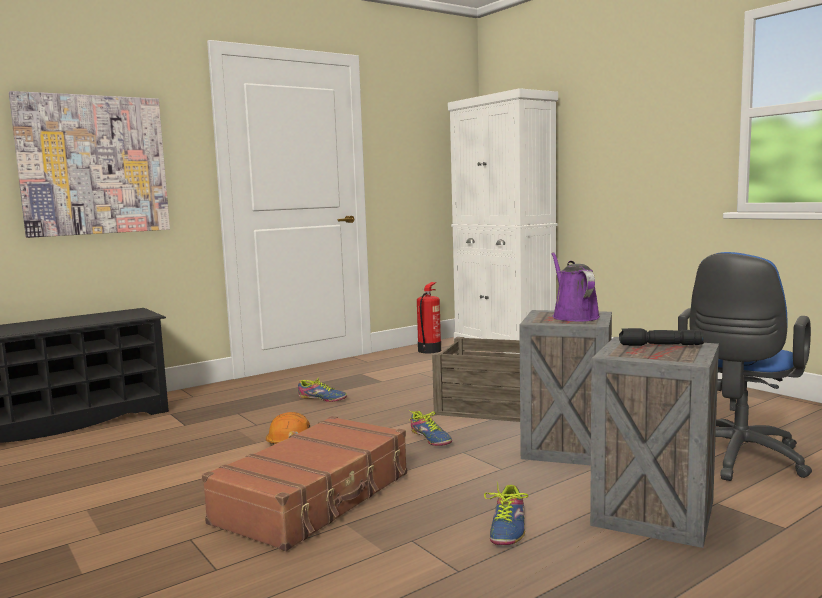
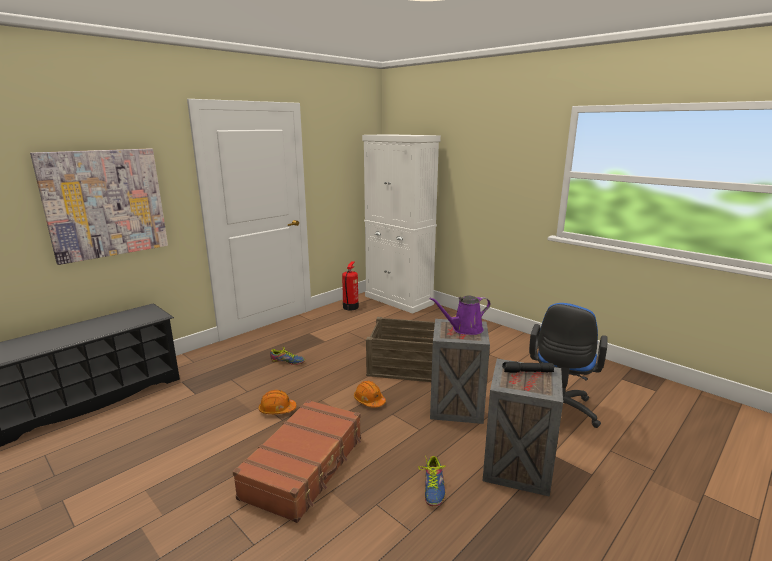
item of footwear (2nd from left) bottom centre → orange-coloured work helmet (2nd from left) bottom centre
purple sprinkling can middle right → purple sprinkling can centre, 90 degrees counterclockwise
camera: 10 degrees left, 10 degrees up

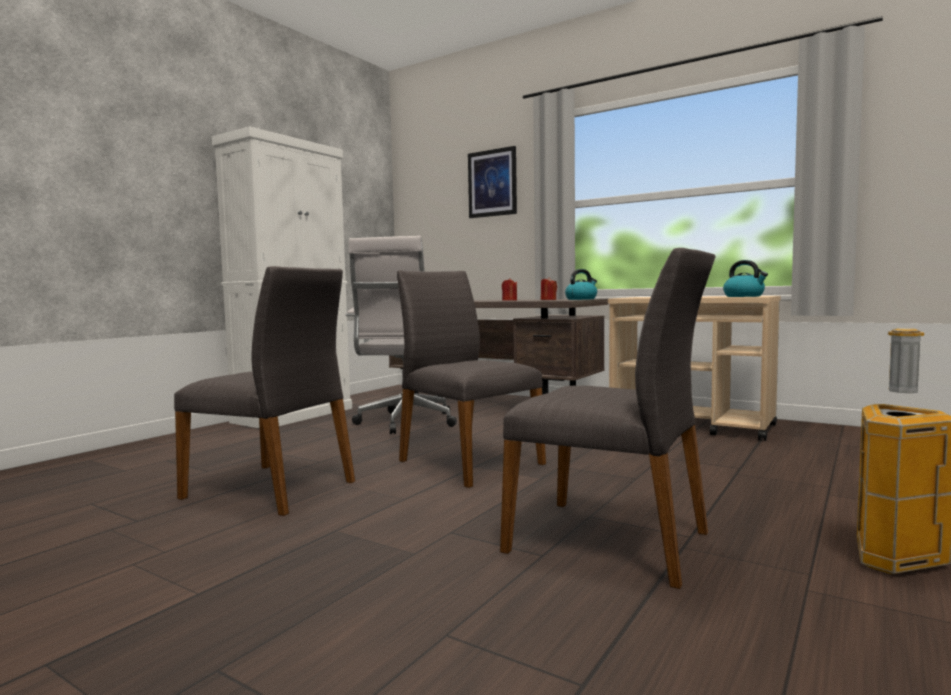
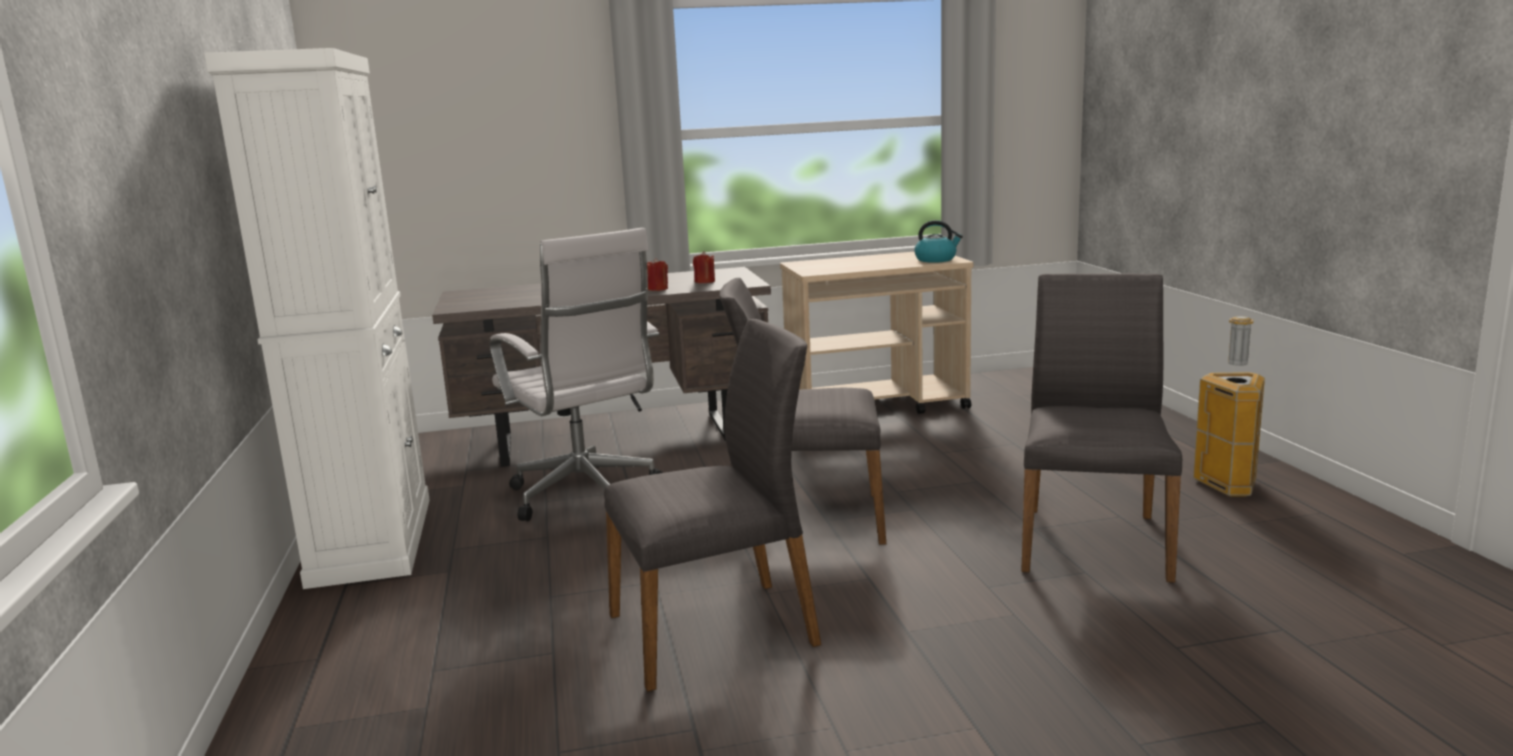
wall art top centre → -
tea kettle (1st from left) centre → -
gray upright chair (3rd from left) centre → gray upright chair (3rd from left) middle right, 60 degrees counterclockwise
camera: 45 degrees left, 10 degrees up

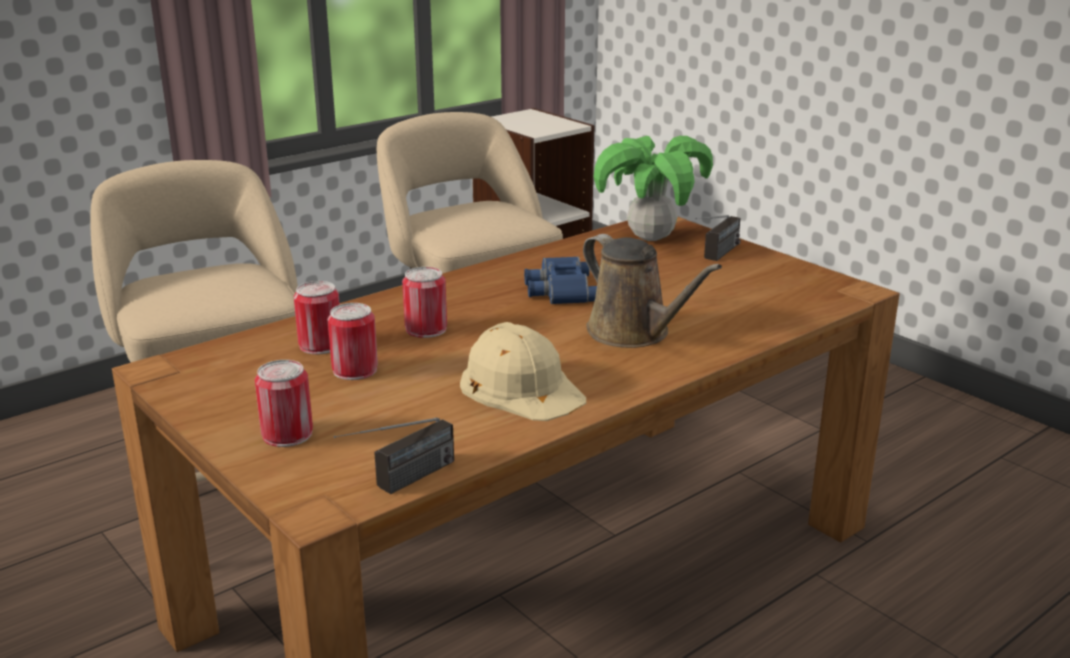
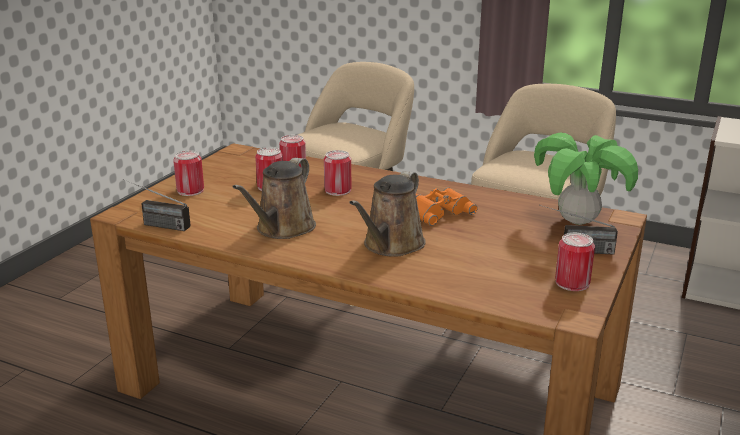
- → sealed can (5th from left) middle right
beige-coloured work helmet centre → brown sprinkling can (1st from left) centre
bluish binoculars centre → orange-coloured binoculars centre
camera: 65 degrees right, 0 degrees up

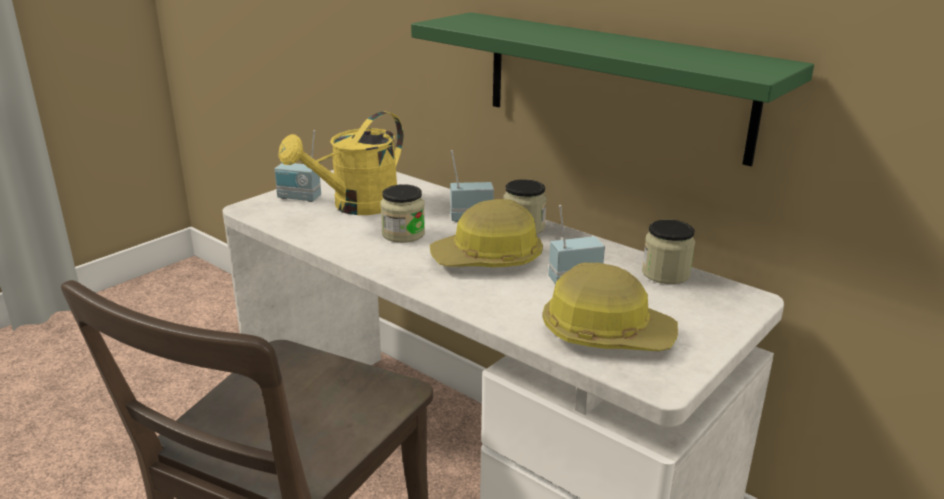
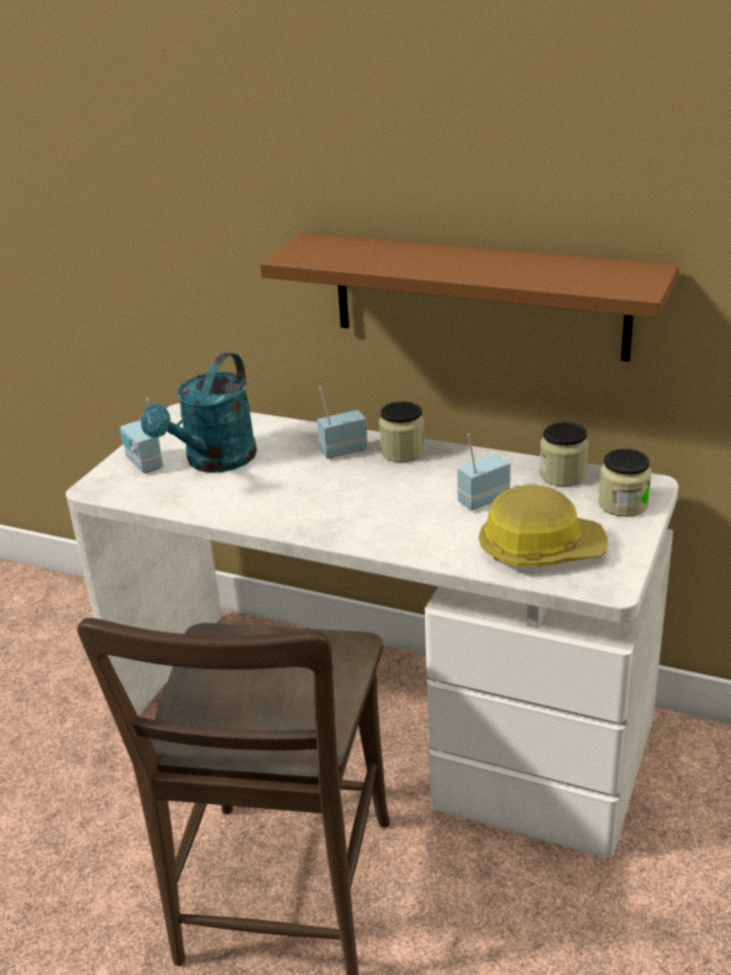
work helmet (1st from left) centre → -
jar (1st from left in the first image) centre → jar (3rd from left) middle right, move
yellowish sprinkling can top centre → turquoise-coloured sprinkling can middle left
green-coloured wall shelf top centre → brown wall shelf top centre
radio receiver (1st from left) top left → radio receiver (1st from left) middle left, 60 degrees clockwise
camera: 15 degrees left, 5 degrees up

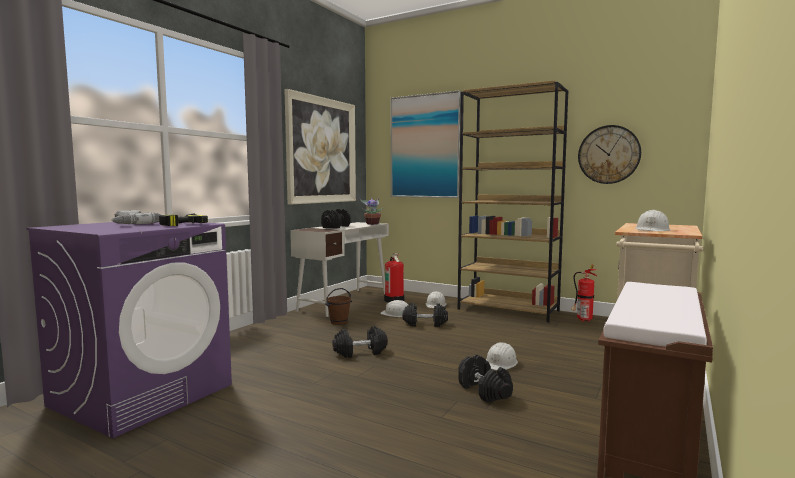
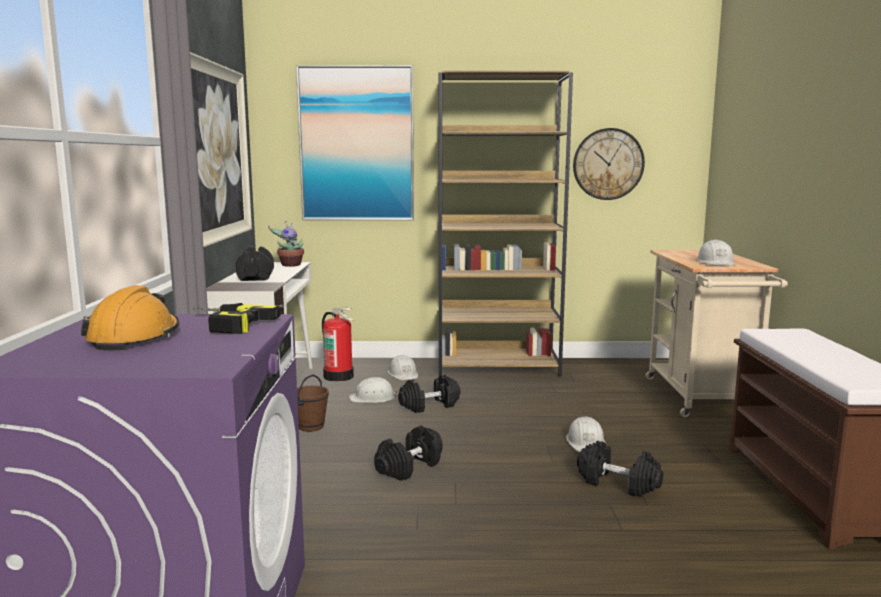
fire-fighting cylinder (2nd from left) middle right → -
drill (1st from left) middle left → orange-coloured work helmet middle left
camera: 30 degrees left, 5 degrees up

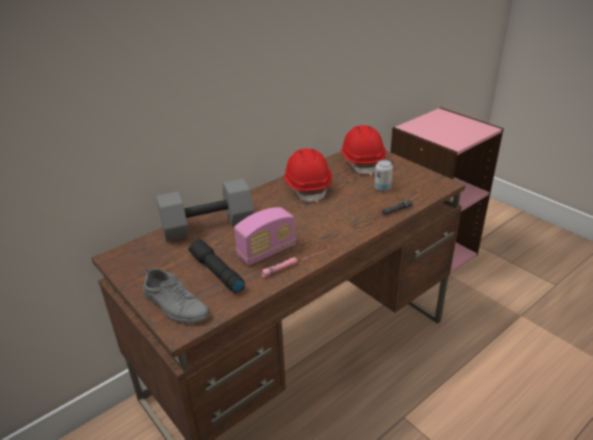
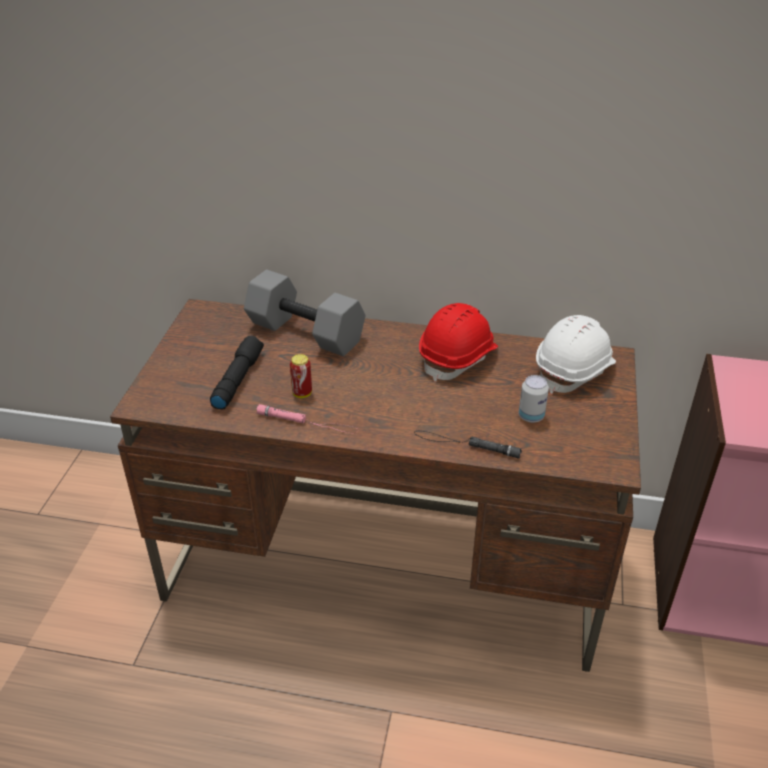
gray item of footwear bottom left → -
radio receiver centre → sealed can (1st from left) centre
reddish work helmet (2nd from left) centre → whitish work helmet middle right
camera: 50 degrees right, 5 degrees up

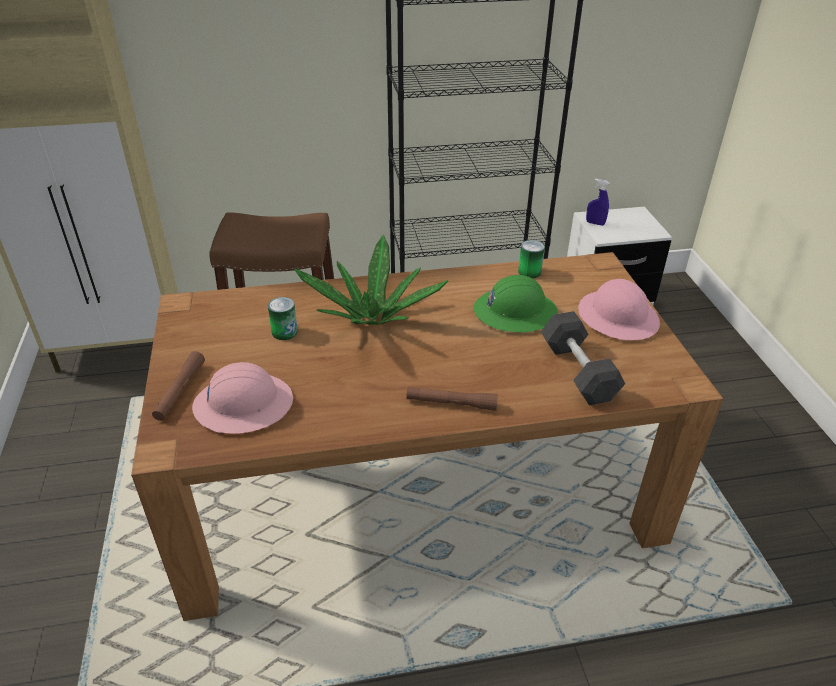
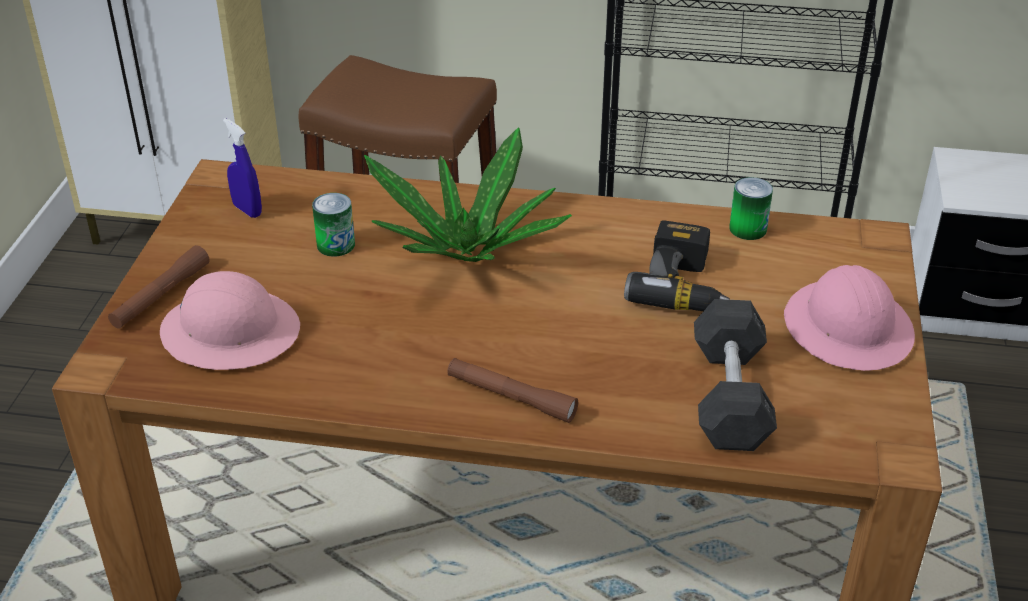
bluish hand sprayer top right → bluish hand sprayer top left, move
green-coloured work helmet centre → drill centre
camera: 20 degrees right, 0 degrees up

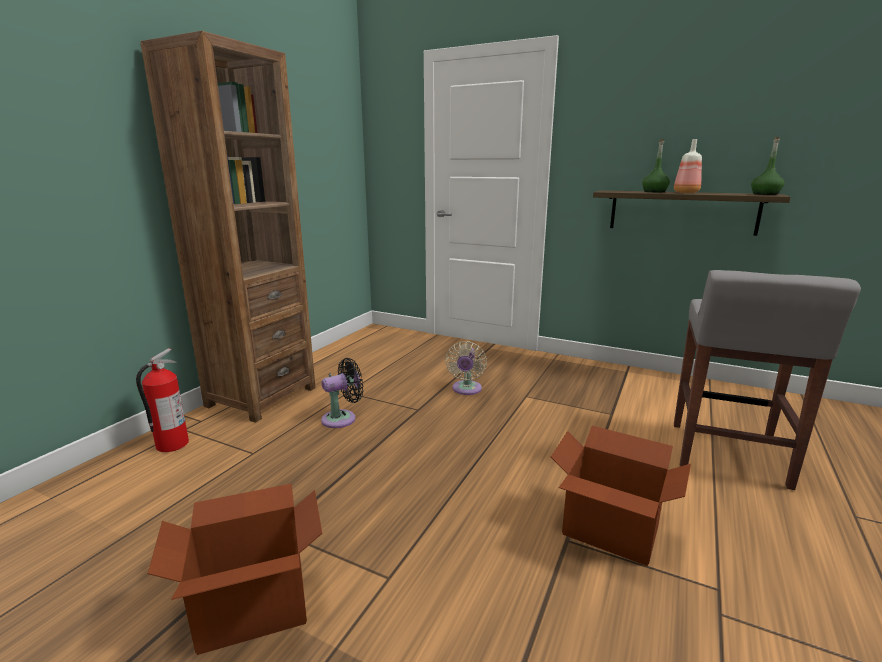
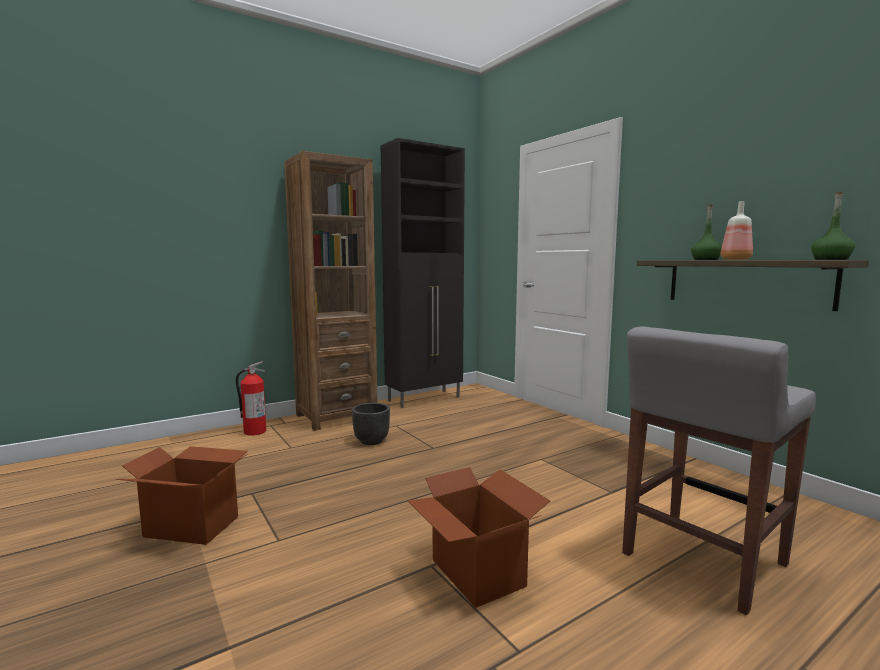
beige-coloured cooling fan centre → -
- → black storage cabinet centre
black cooling fan centre → black plant pot centre
camera: 30 degrees right, 10 degrees down

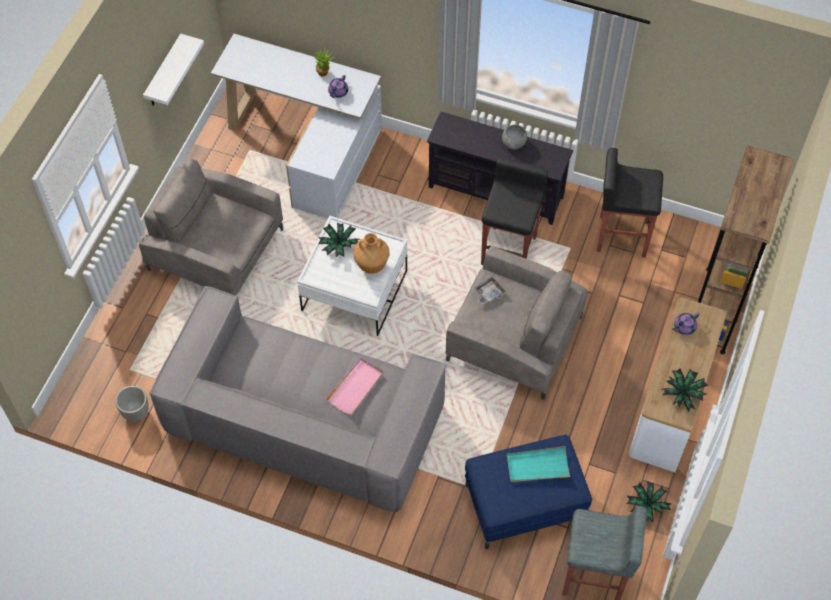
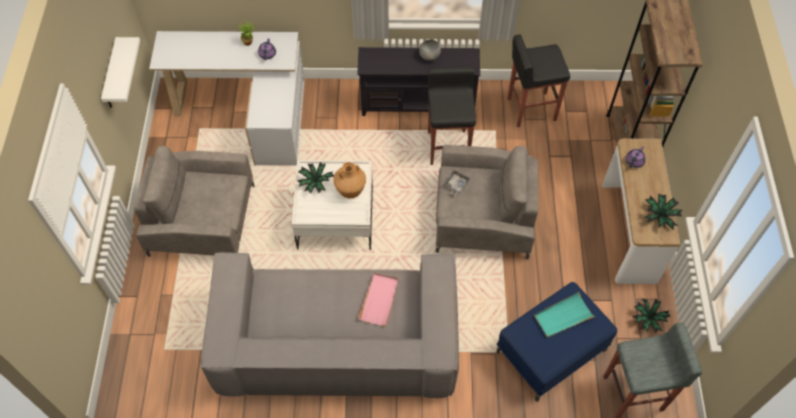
plant pot bottom left → -
camera: 20 degrees left, 0 degrees up

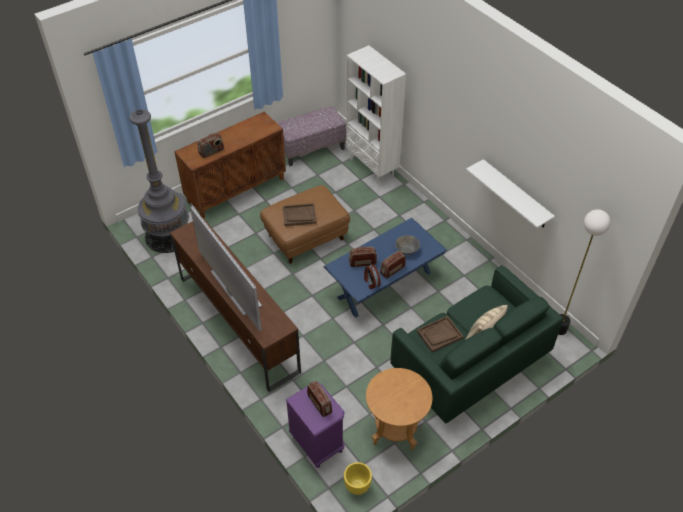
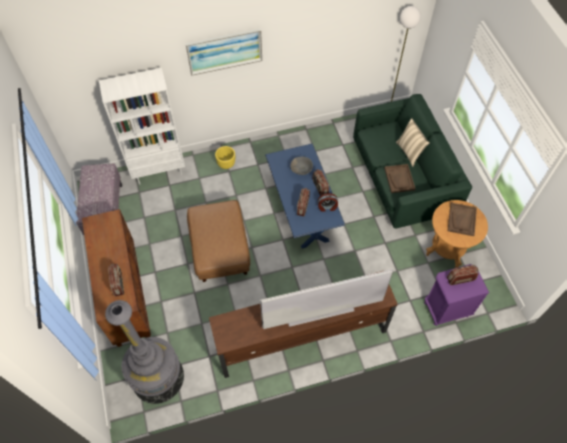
whitish wall shelf middle right → -
- → wall art top centre
brown serving tray (1st from left in the first image) centre → brown serving tray (2nd from left) middle right, move
yellowish plant pot bottom centre → yellowish plant pot centre, move
camera: 70 degrees left, 10 degrees up

